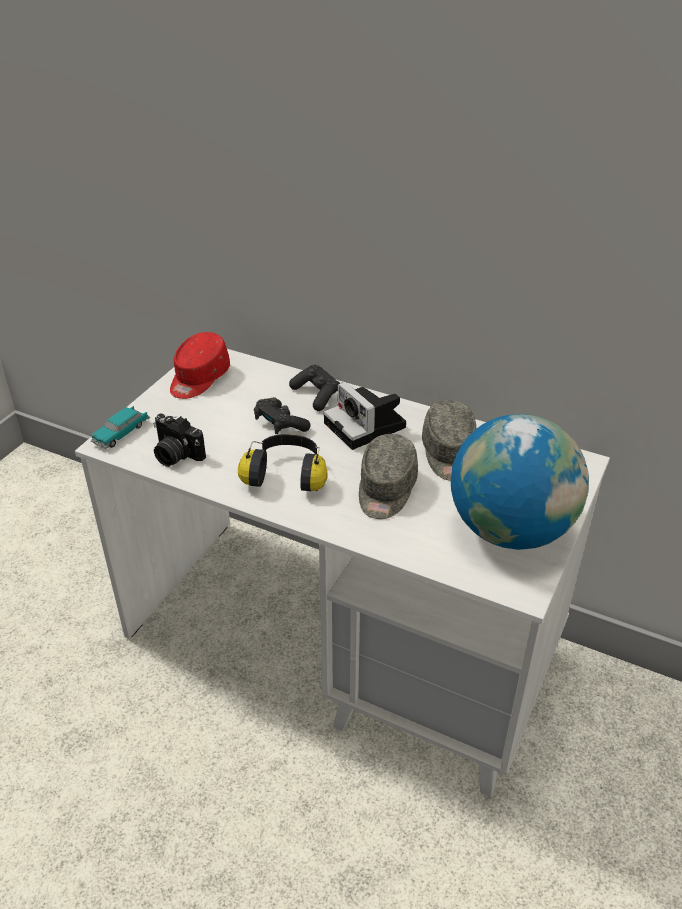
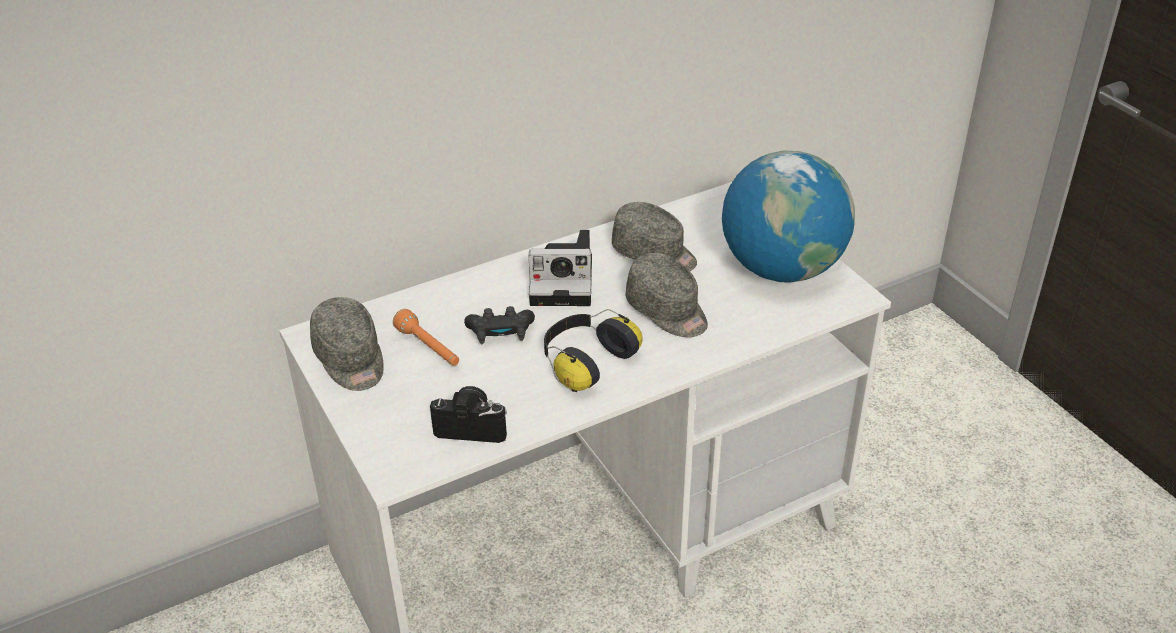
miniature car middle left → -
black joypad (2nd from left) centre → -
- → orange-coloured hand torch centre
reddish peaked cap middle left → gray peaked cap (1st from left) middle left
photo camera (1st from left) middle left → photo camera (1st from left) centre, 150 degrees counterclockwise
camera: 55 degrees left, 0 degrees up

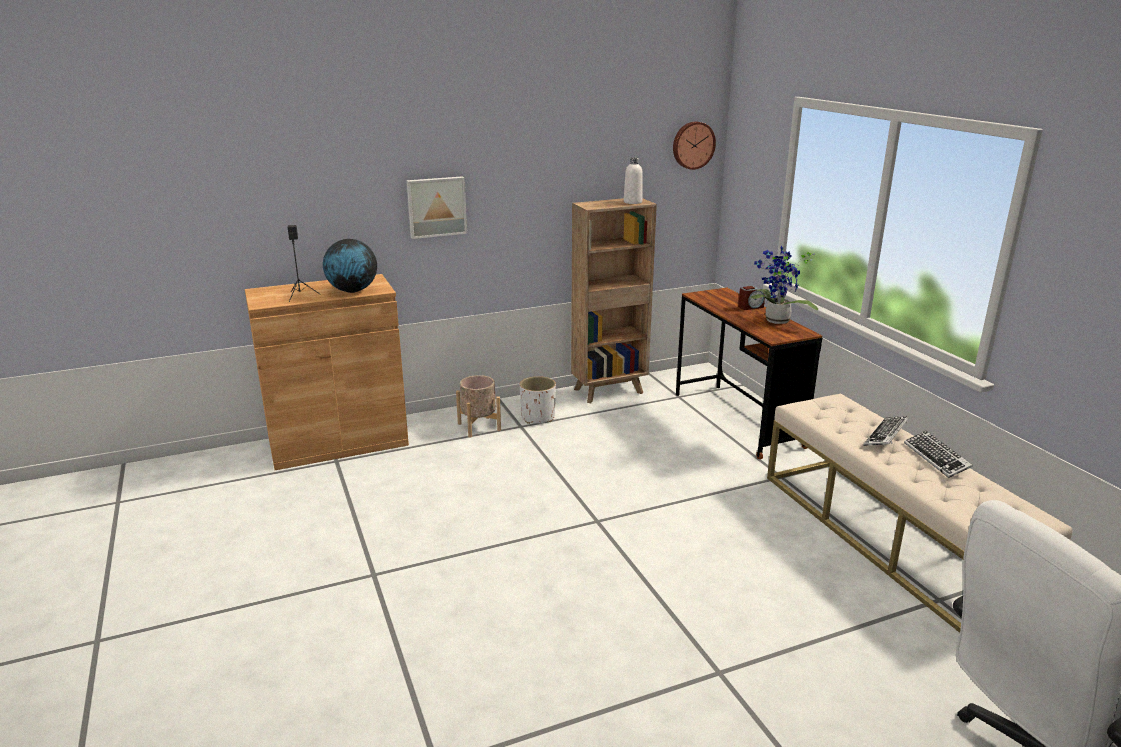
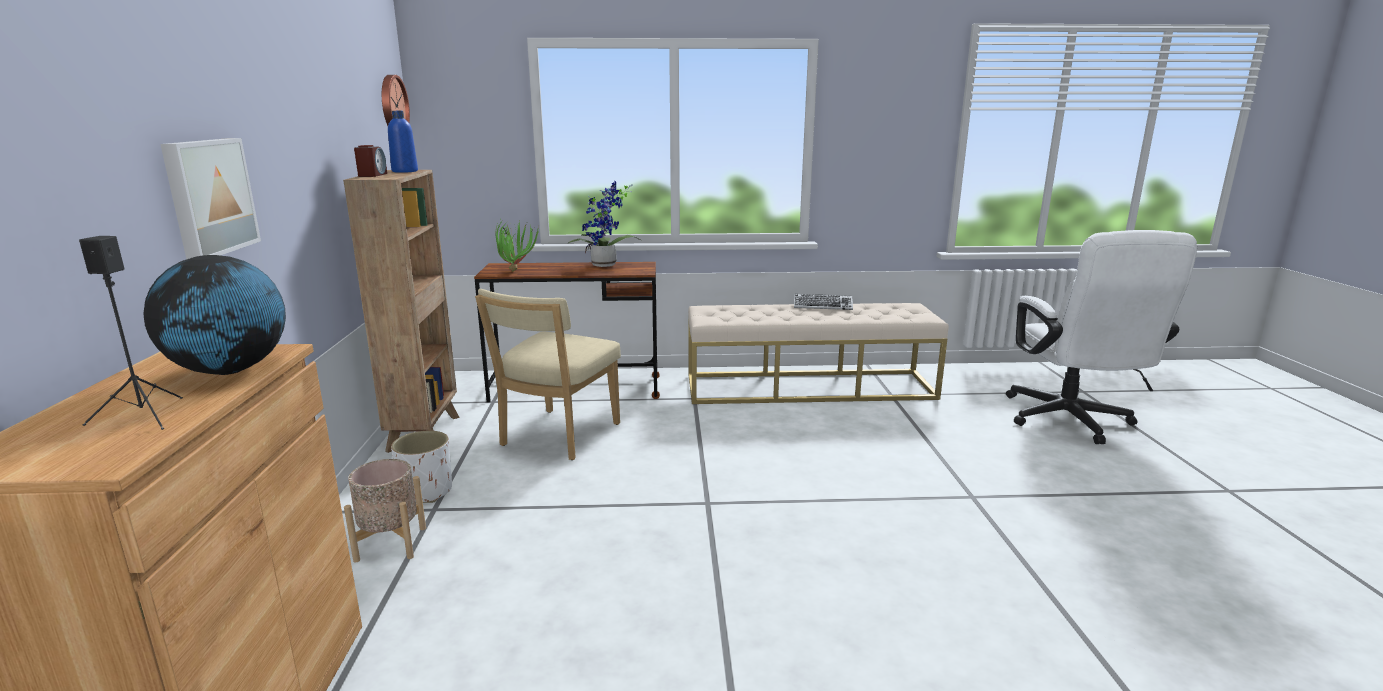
PC keyboard (1st from left) middle right → -
- → beige-coloured upright chair centre
- → potted plant (1st from left) centre
alarm clock middle right → alarm clock top left, move
whitish bottle top centre → bluish bottle top left
camera: 70 degrees left, 5 degrees down

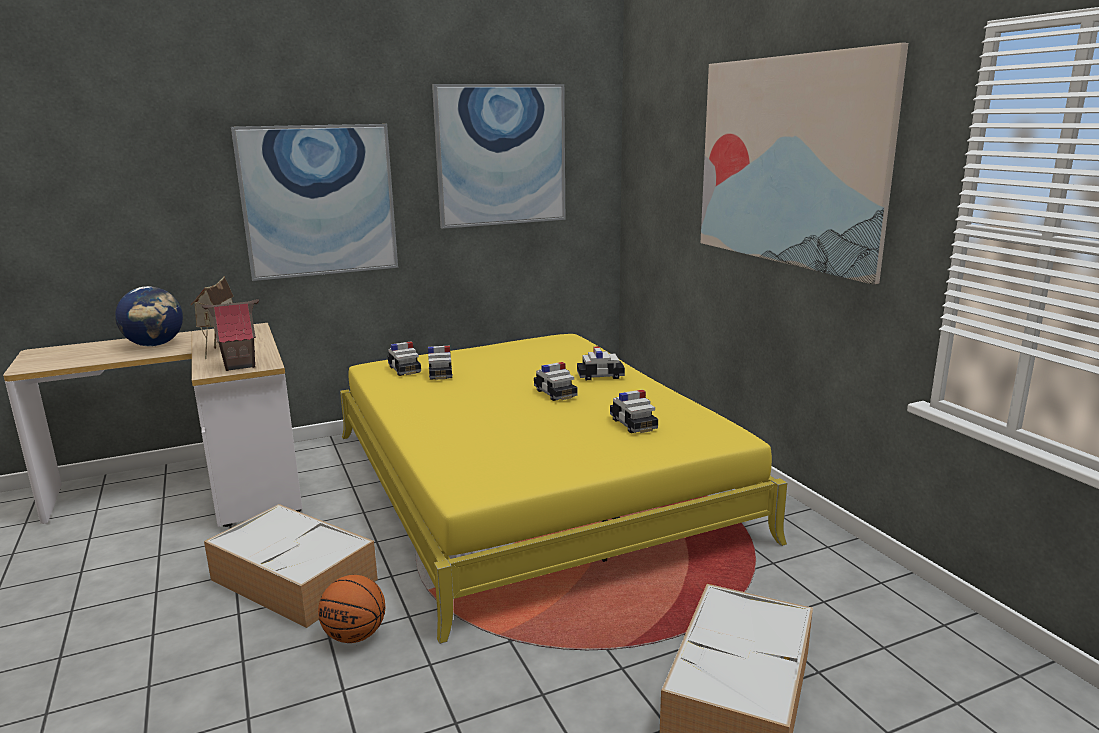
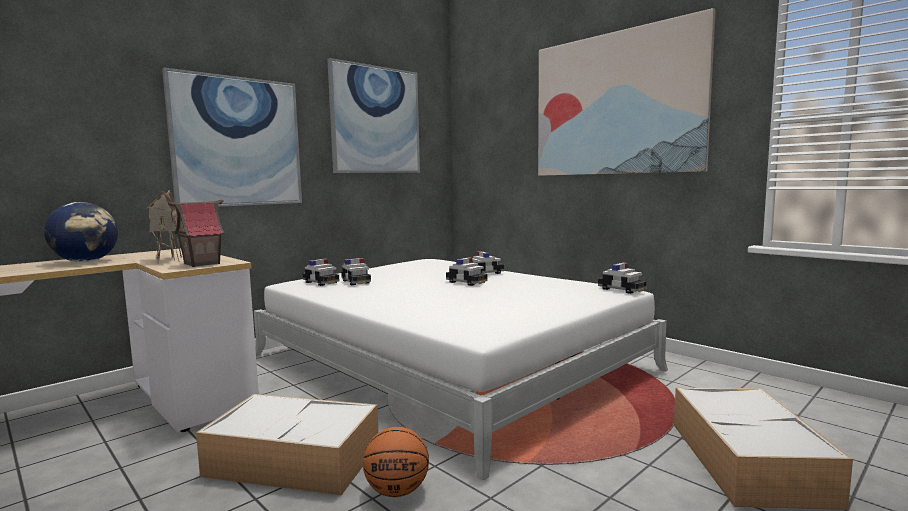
miniature car (5th from left) centre → miniature car (5th from left) middle right, move
yellowish bedroom bed bottom centre → whitish bedroom bed bottom centre
camera: 20 degrees left, 10 degrees down

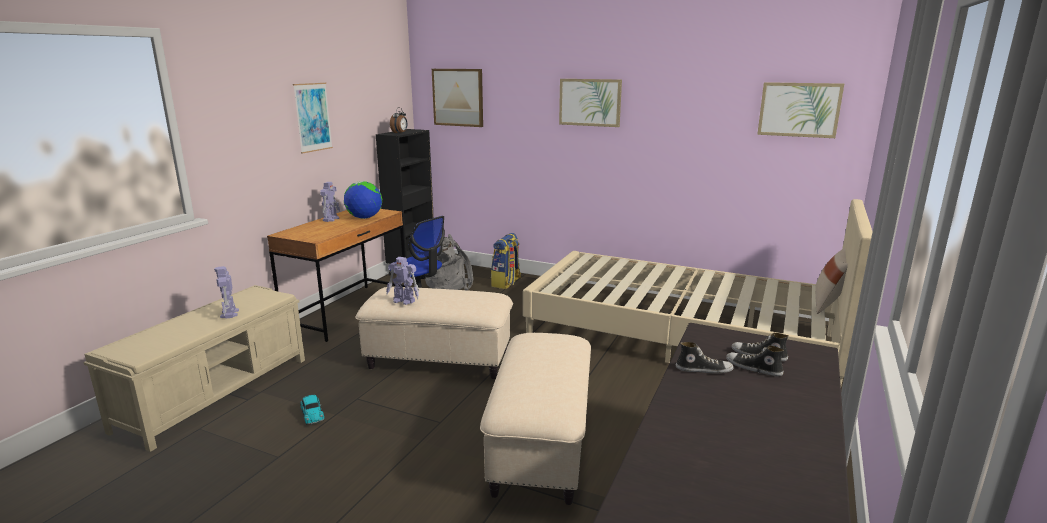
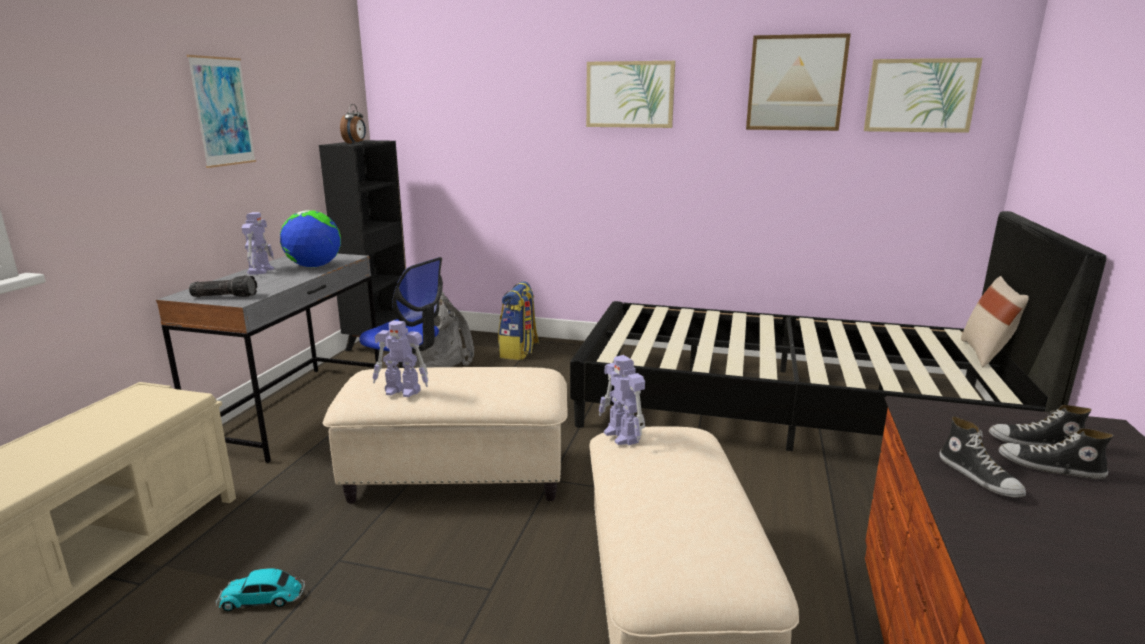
- → hand torch middle left
model robot (1st from left in the first image) middle left → model robot (3rd from left) centre, move
wall art (2nd from left in the first image) top centre → wall art (3rd from left) top right, move
brown desk middle left → gray desk middle left
beige-coloured bedroom bed middle right → black bedroom bed middle right
miniature car bottom left, 120 degrees clockwise
item of footwear (1st from left) bottom right, 75 degrees clockwise
camera: 10 degrees left, 0 degrees up

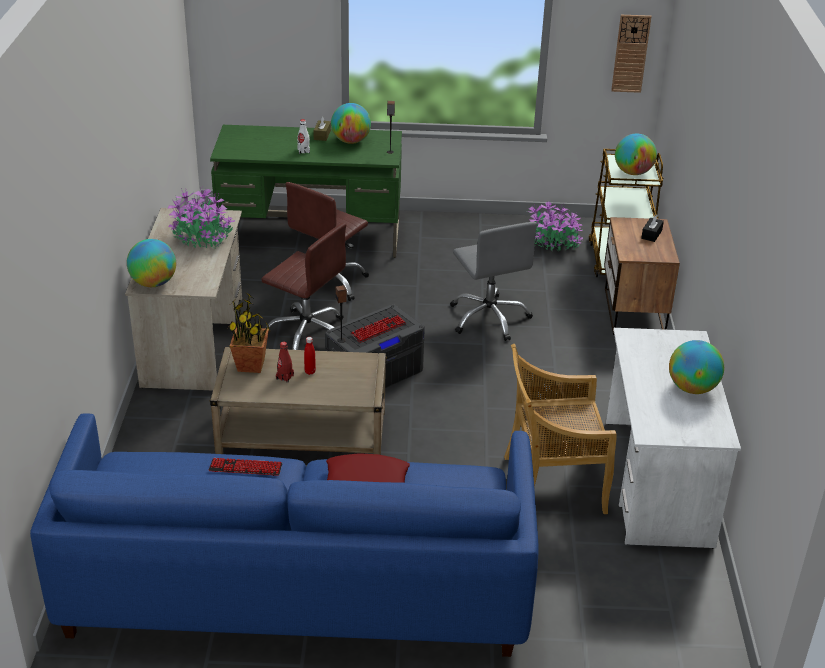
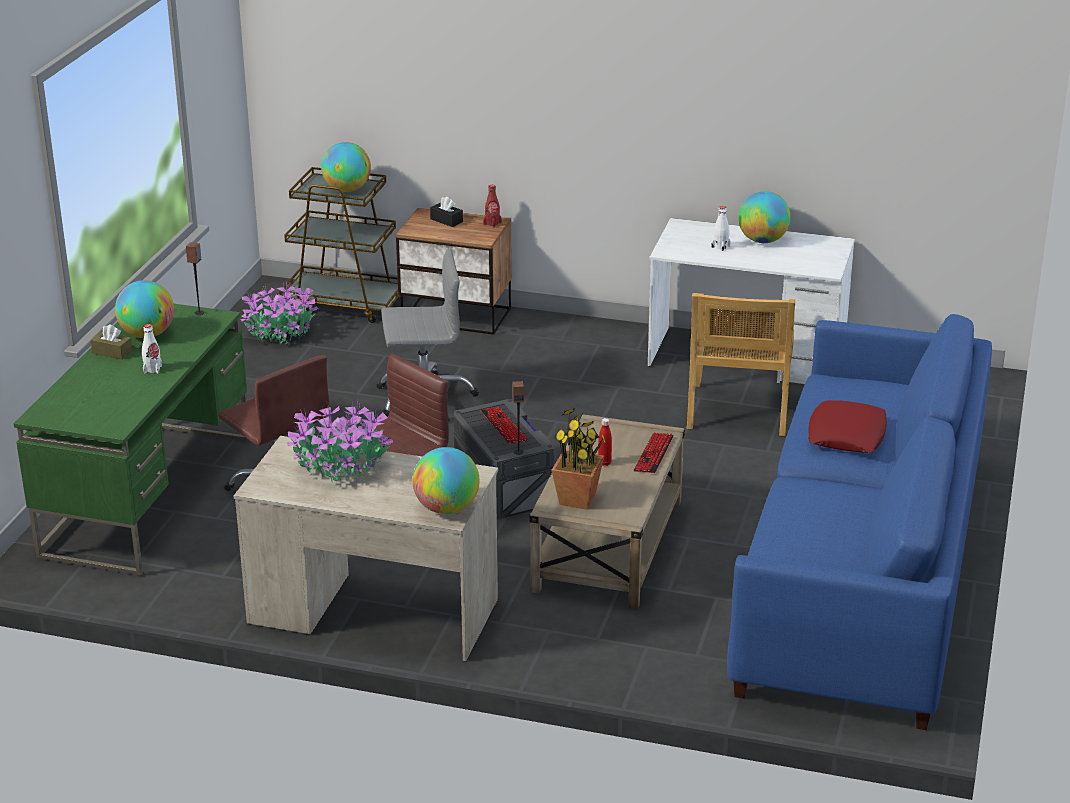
clock on the wall top right → -
- → whitish bottle (2nd from left) top right
PC keyboard (1st from left in the first image) bottom left → PC keyboard (2nd from left) centre, move
reddish bottle (1st from left) centre → reddish bottle (1st from left) top centre, move
camera: 75 degrees left, 5 degrees down

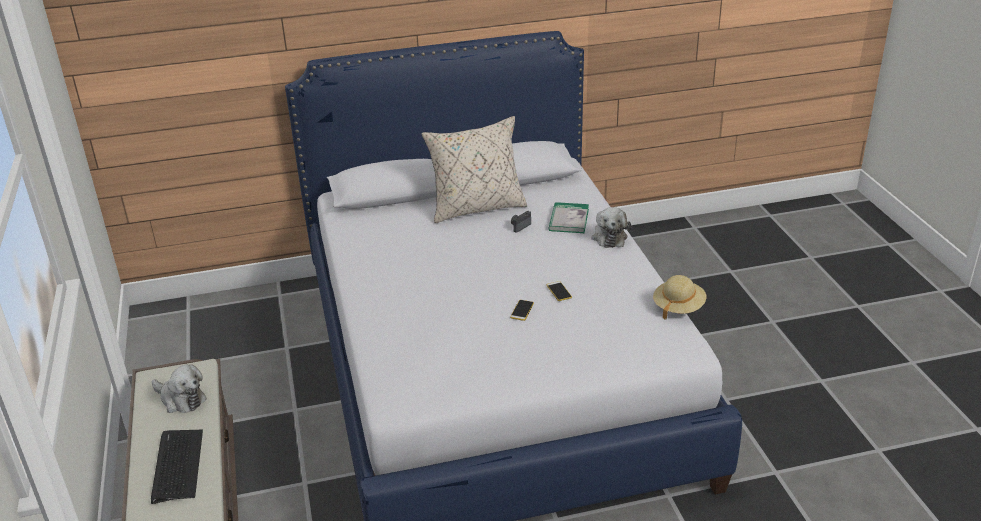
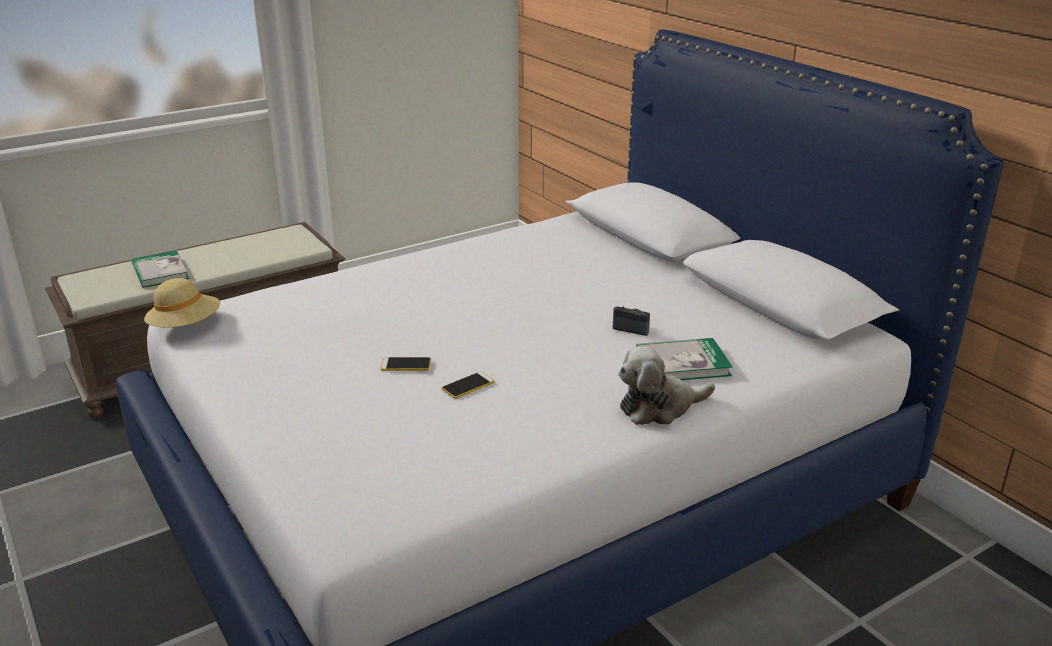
plush toy (1st from left) bottom left → -
beige-coloured throw pillow top centre → -
beige-coloured hat middle right → beige-coloured hat middle left, move
PC keyboard bottom left → bound book (1st from left) middle left
camera: 70 degrees right, 5 degrees down

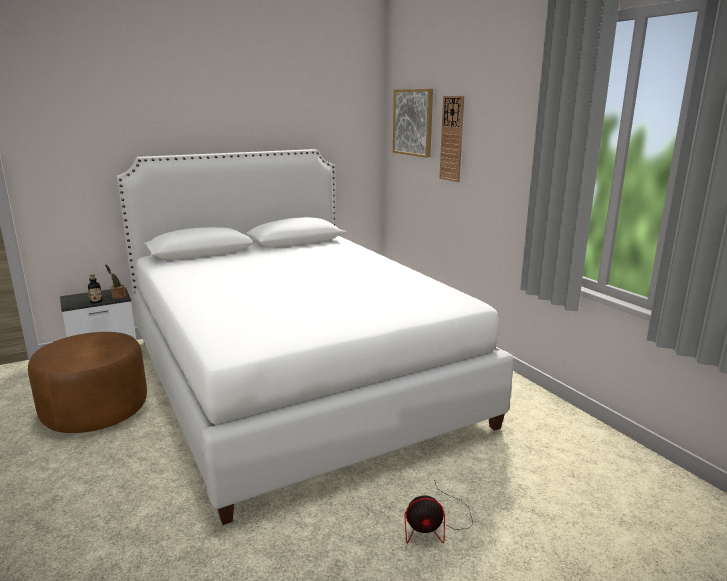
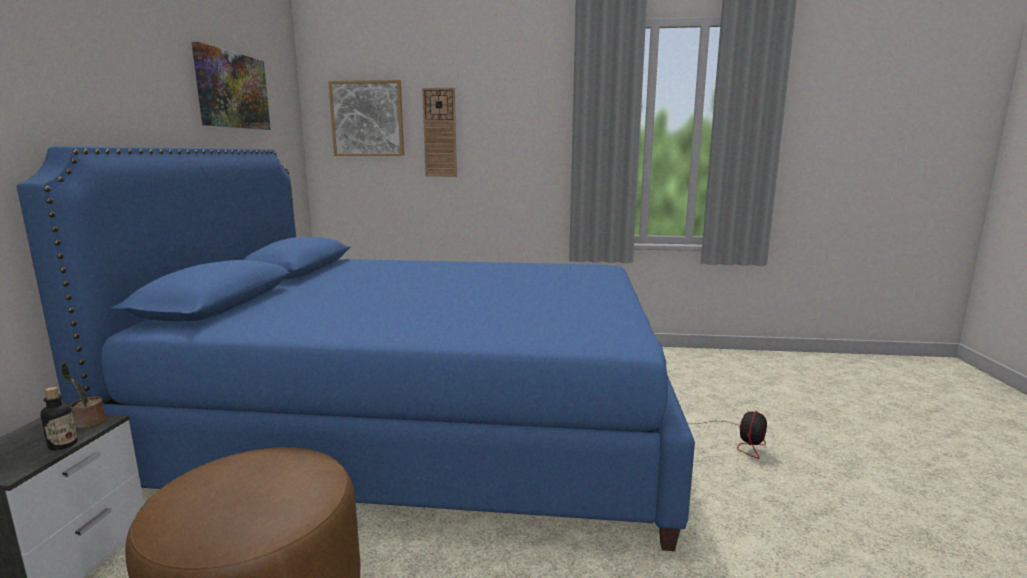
- → wall art (1st from left) top left
whitish bedroom bed centre → bluish bedroom bed centre
camera: 55 degrees left, 5 degrees down

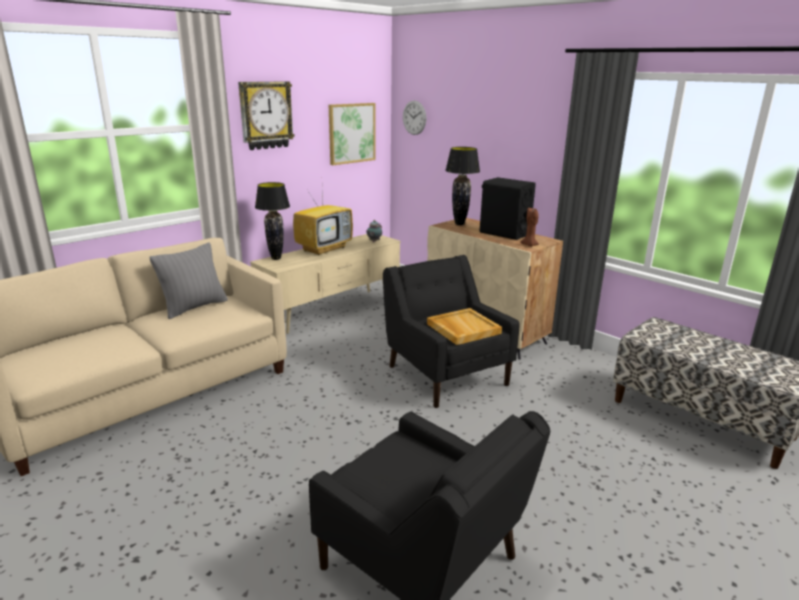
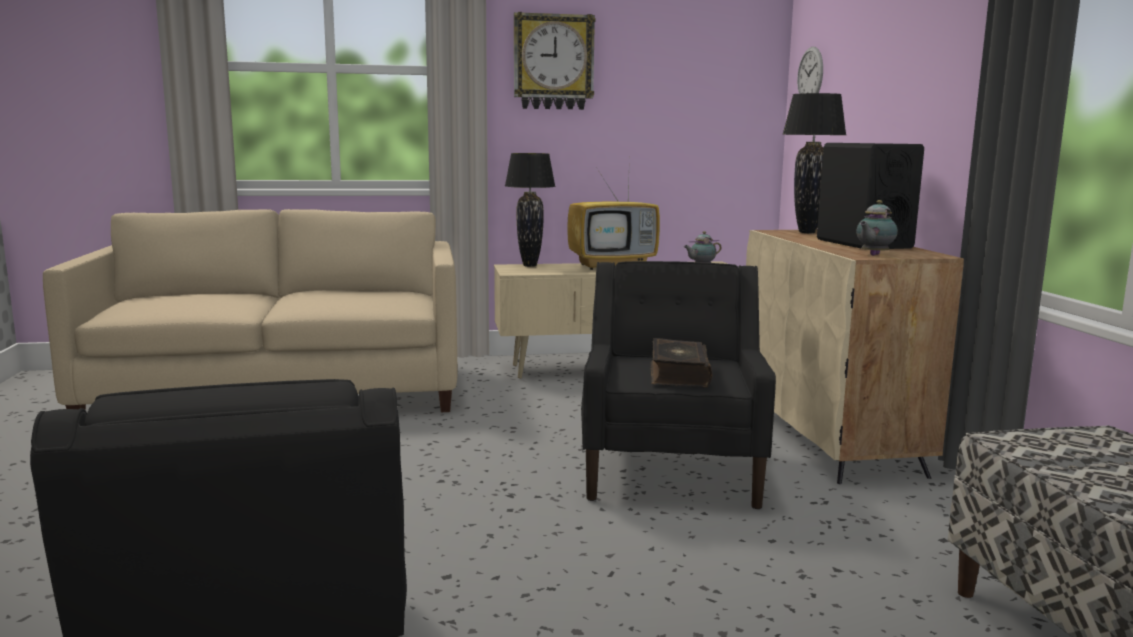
gray throw pillow middle left → -
wall art top centre → -
beige-coloured serving tray centre → bound book centre
brown candle centre → tea pot (2nd from left) middle right
camera: 35 degrees right, 10 degrees down

